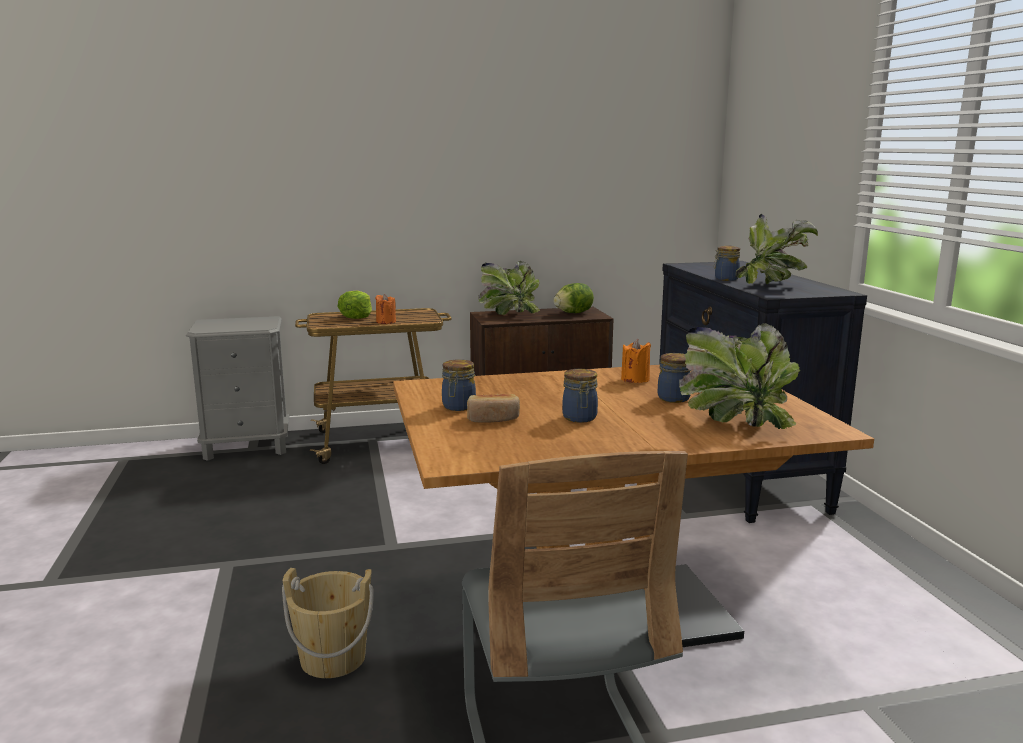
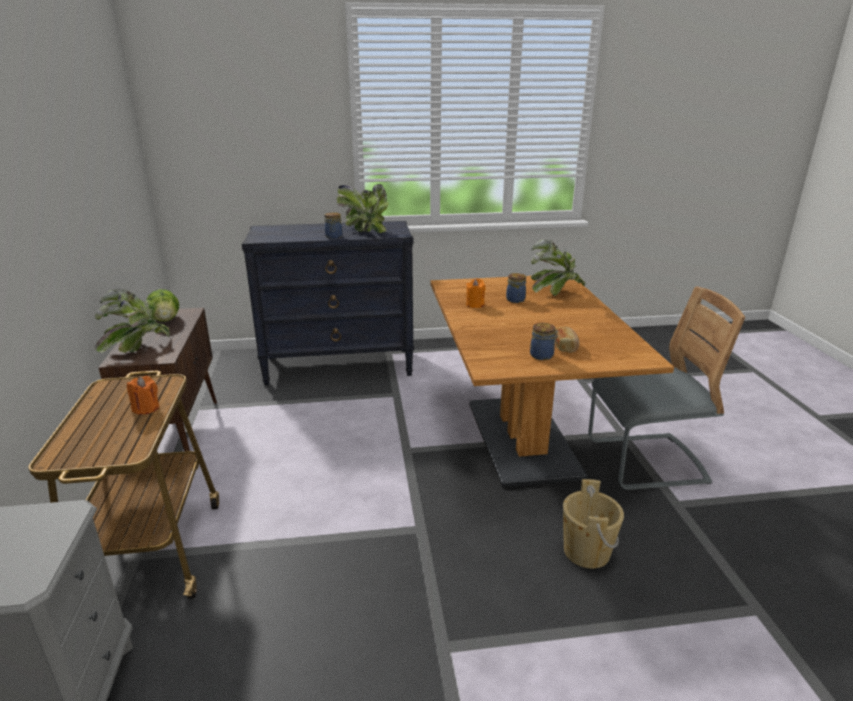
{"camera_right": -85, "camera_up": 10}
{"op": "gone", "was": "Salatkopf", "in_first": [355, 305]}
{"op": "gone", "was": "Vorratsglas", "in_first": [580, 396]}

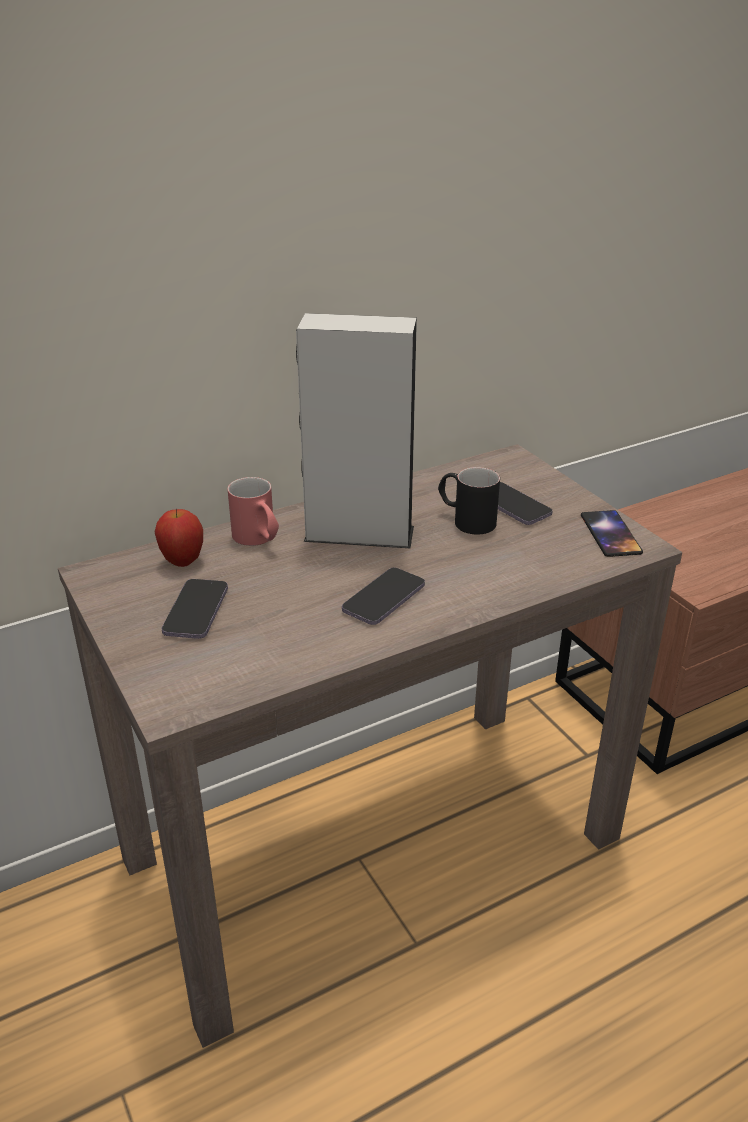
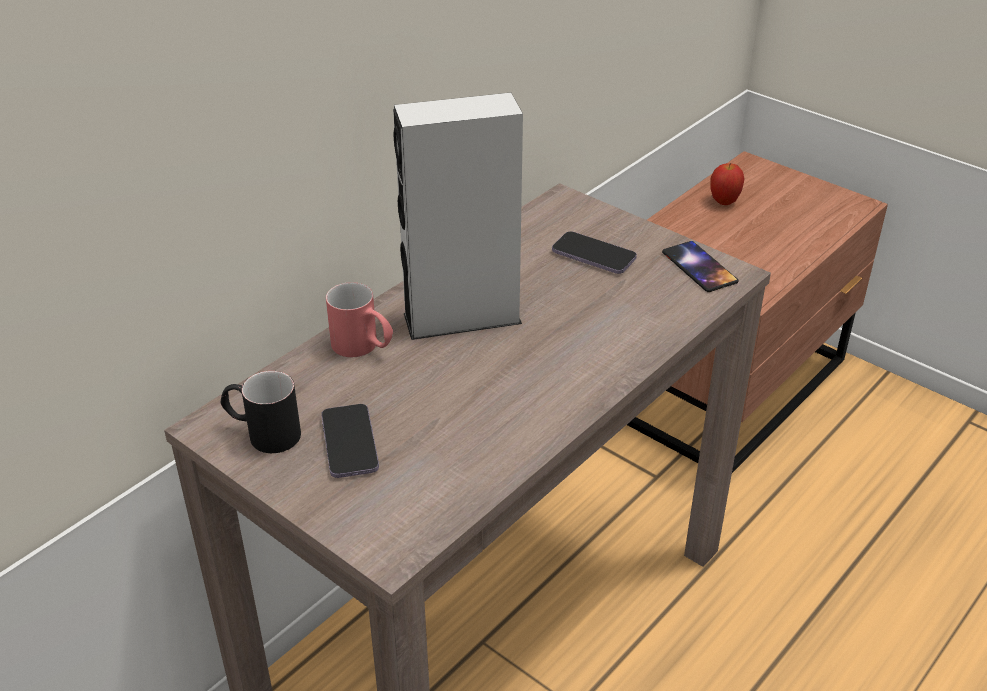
{"camera_right": -20, "camera_up": 5}
{"op": "shifted", "was": "Apfel", "in_first": [178, 538], "in_second": [727, 184]}
{"op": "gone", "was": "Handy", "in_first": [383, 596]}
{"op": "shifted", "was": "Henkelbecher [schwarz]", "in_first": [469, 501], "in_second": [261, 412]}

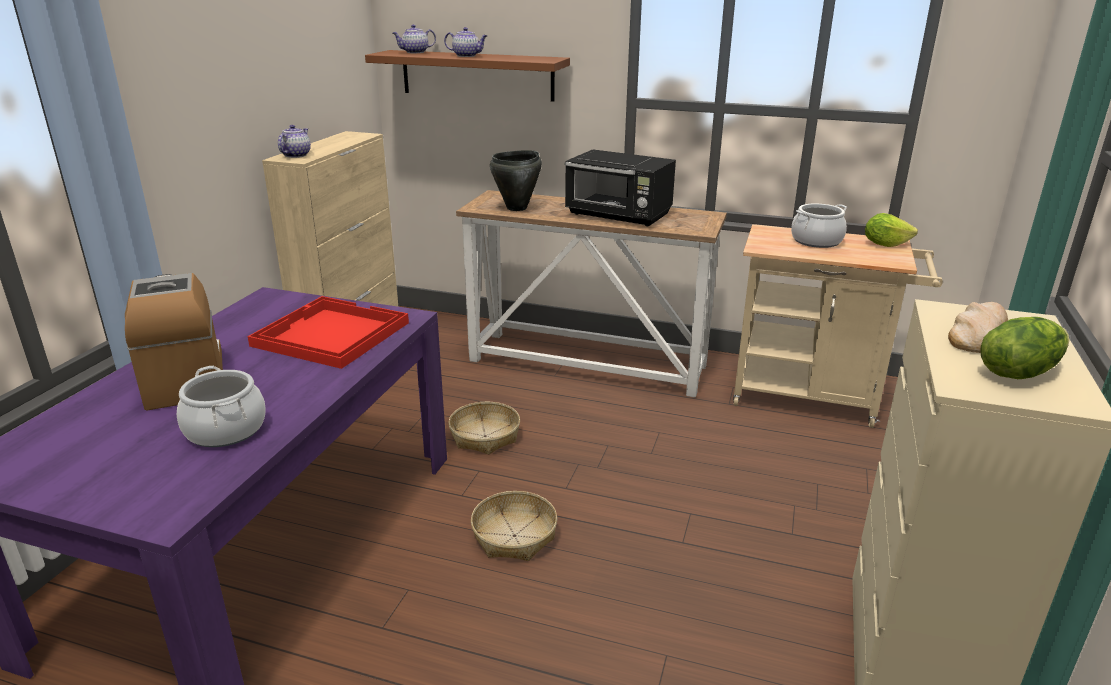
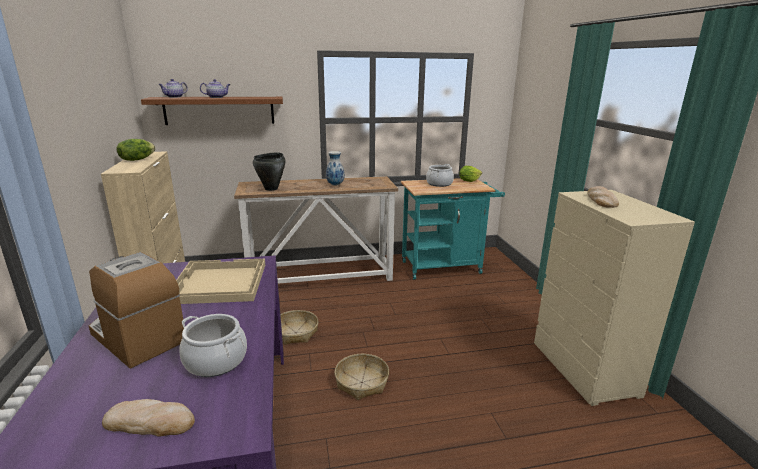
{"camera_right": -30, "camera_up": -5}
{"op": "repainted", "was": "Tablett [rot]", "now": "Tablett [beige]", "in_first": [328, 332], "in_second": [220, 281]}
{"op": "gone", "was": "Teekanne", "in_first": [294, 141]}
{"op": "swapped", "was": "Mikrowelle [schwarz]", "now": "Vase", "in_first": [620, 188], "in_second": [335, 168]}
{"op": "repainted", "was": "Rollwagen [beige]", "now": "Rollwagen [türkis]", "in_first": [838, 326], "in_second": [453, 229]}
{"op": "shifted", "was": "Salatkopf", "in_first": [1024, 348], "in_second": [136, 150]}
{"op": "new", "now": "Brot", "in_second": [148, 418]}

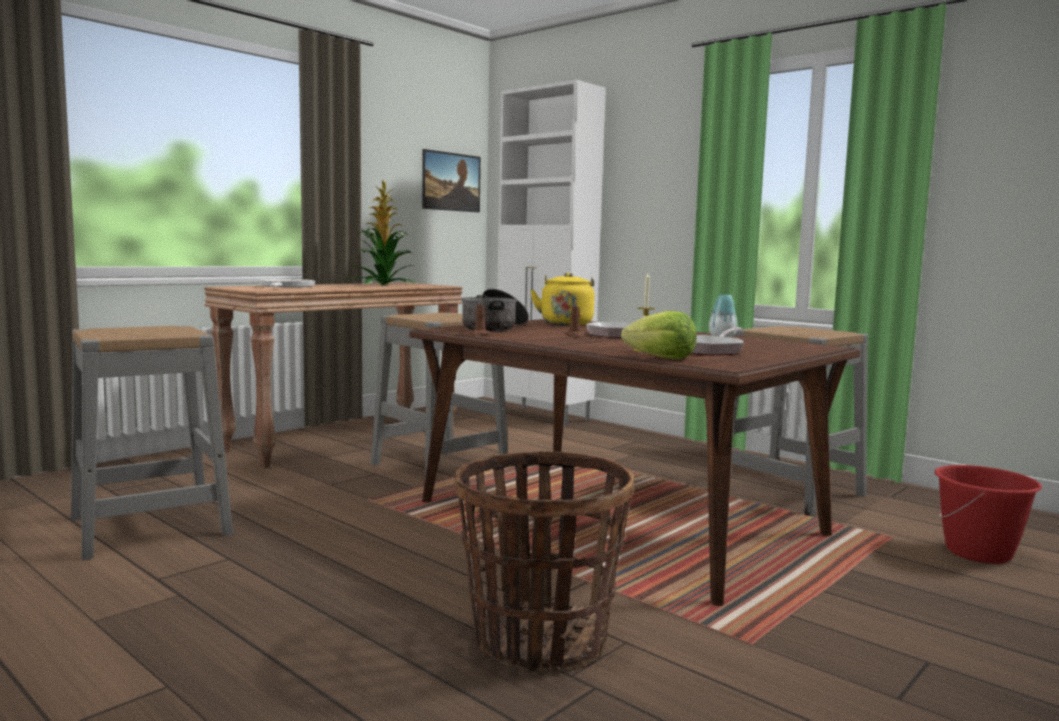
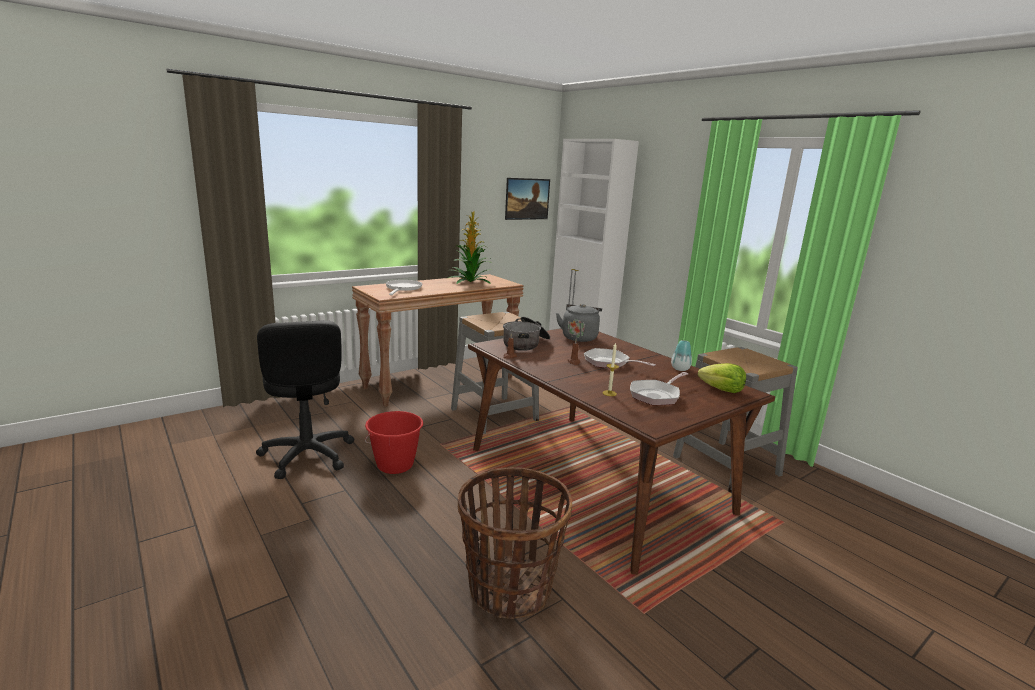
{"camera_right": 10, "camera_up": 10}
{"op": "swapped", "was": "Hocker [grau]", "now": "Bürostuhl [schwarz]", "in_first": [152, 443], "in_second": [305, 399]}
{"op": "repainted", "was": "Wasserkessel [gelb]", "now": "Wasserkessel [grau]", "in_first": [562, 299], "in_second": [579, 323]}
{"op": "shifted", "was": "Salatkopf", "in_first": [658, 335], "in_second": [722, 378]}
{"op": "shifted", "was": "Eimer [rot]", "in_first": [988, 514], "in_second": [394, 442]}

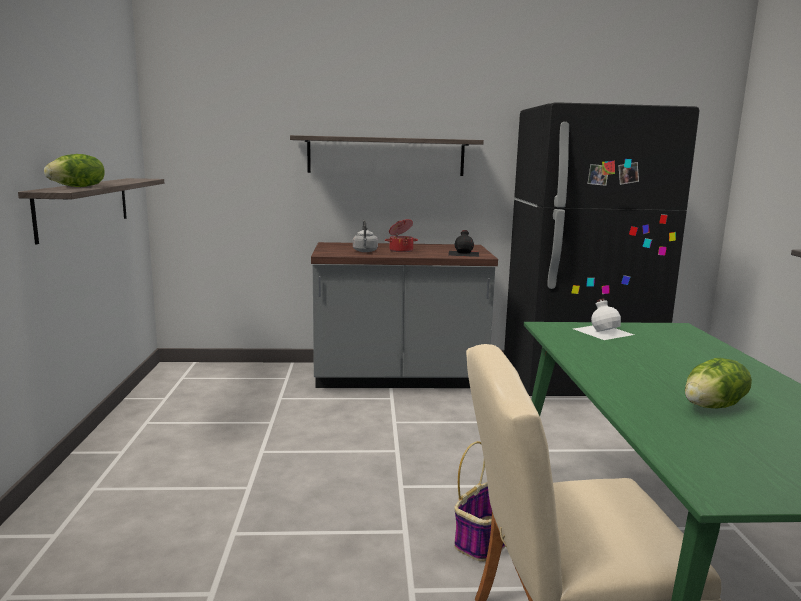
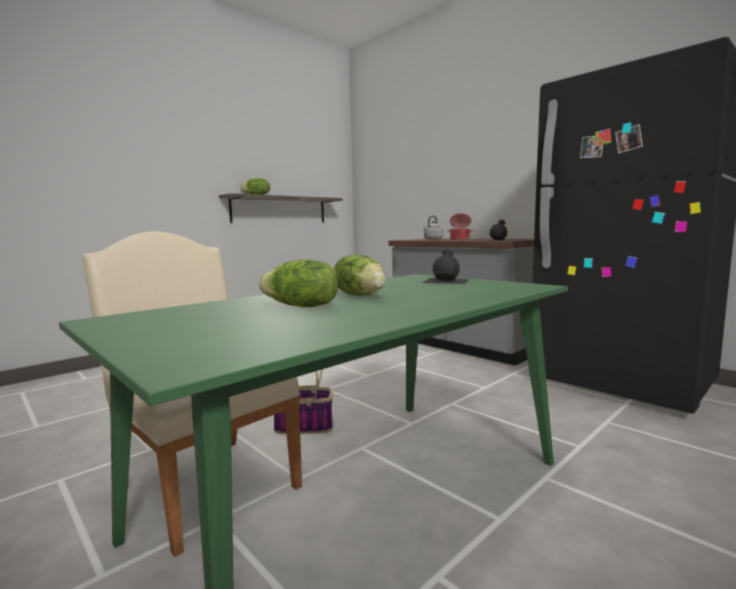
{"camera_right": 50, "camera_up": -5}
{"op": "gone", "was": "Wandregal", "in_first": [387, 155]}
{"op": "repainted", "was": "Flasche [weiß]", "now": "Flasche [schwarz]", "in_first": [604, 319], "in_second": [446, 266]}
{"op": "new", "now": "Salatkopf", "in_second": [360, 275]}

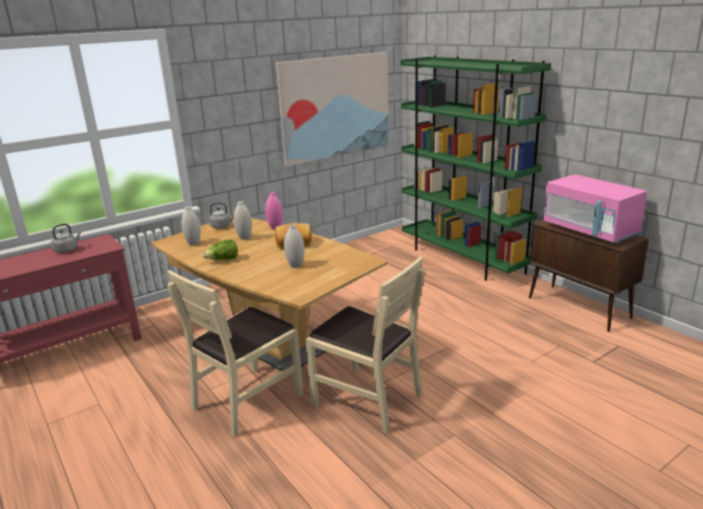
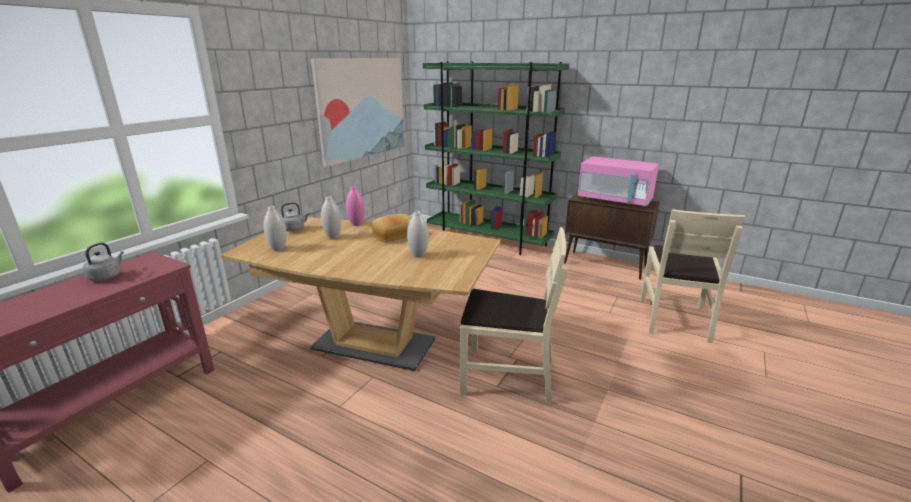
{"camera_right": -25, "camera_up": 0}
{"op": "shifted", "was": "Stuhl [beige]", "in_first": [235, 353], "in_second": [692, 276]}
{"op": "gone", "was": "Salatkopf", "in_first": [220, 249]}

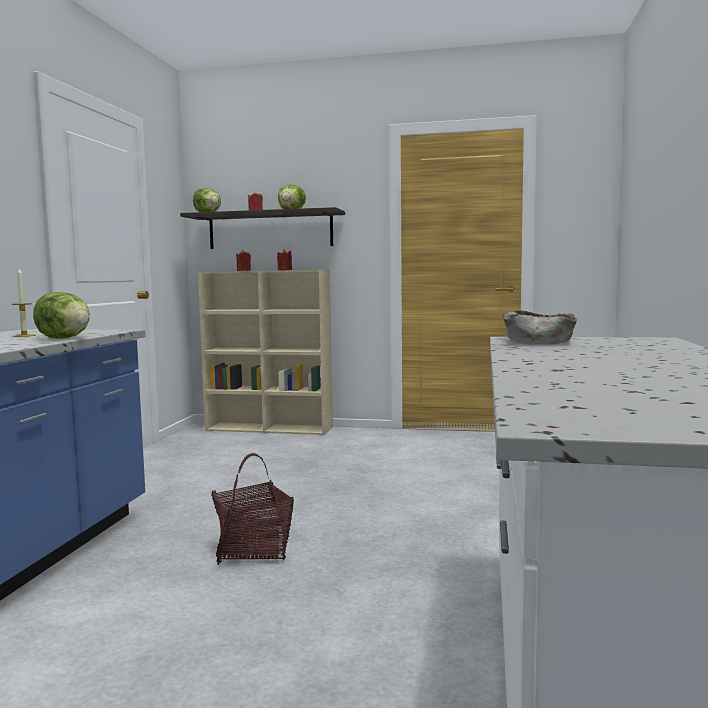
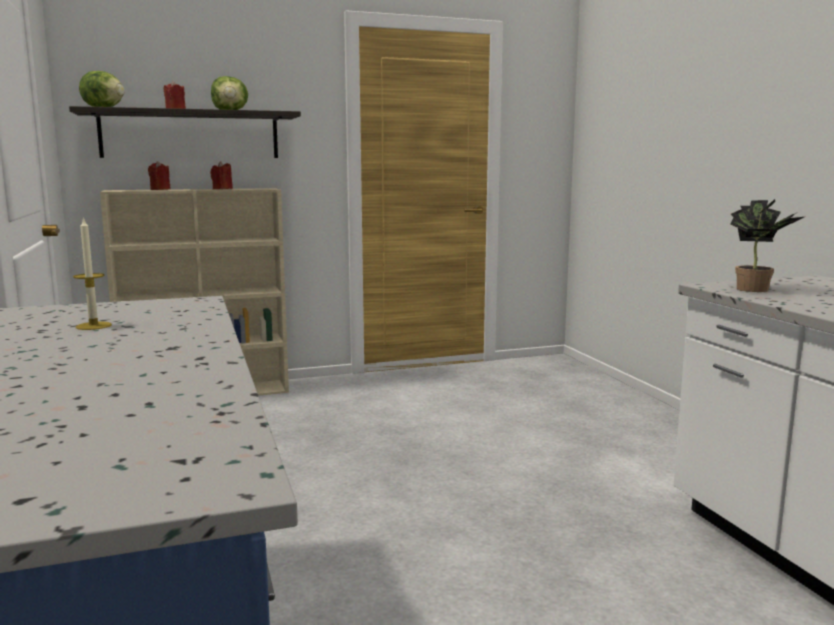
{"camera_right": -30, "camera_up": 5}
{"op": "gone", "was": "Salatkopf", "in_first": [61, 315]}
{"op": "gone", "was": "Korb", "in_first": [252, 509]}
{"op": "swapped", "was": "Schüssel [beige]", "now": "Topfpflanze", "in_first": [540, 327], "in_second": [767, 245]}

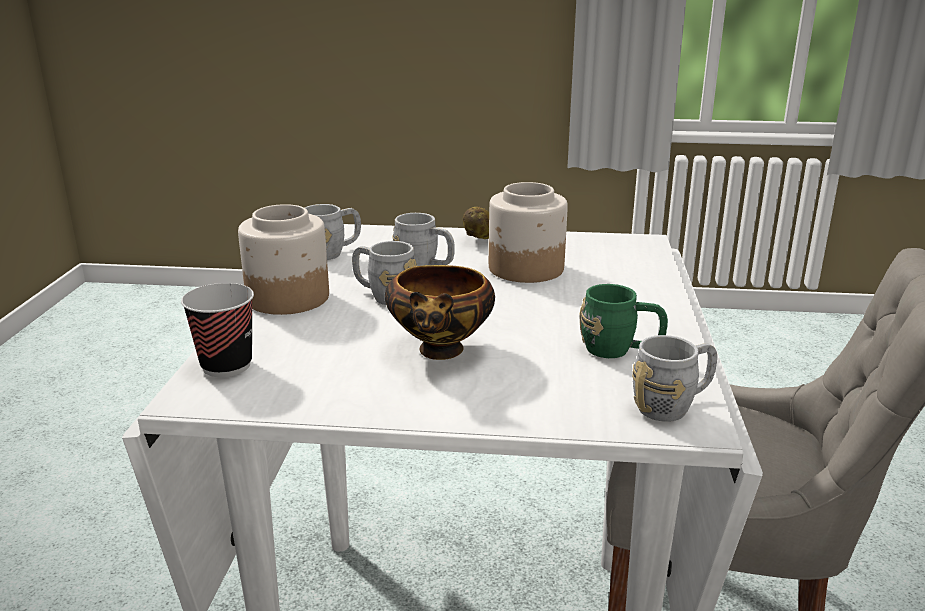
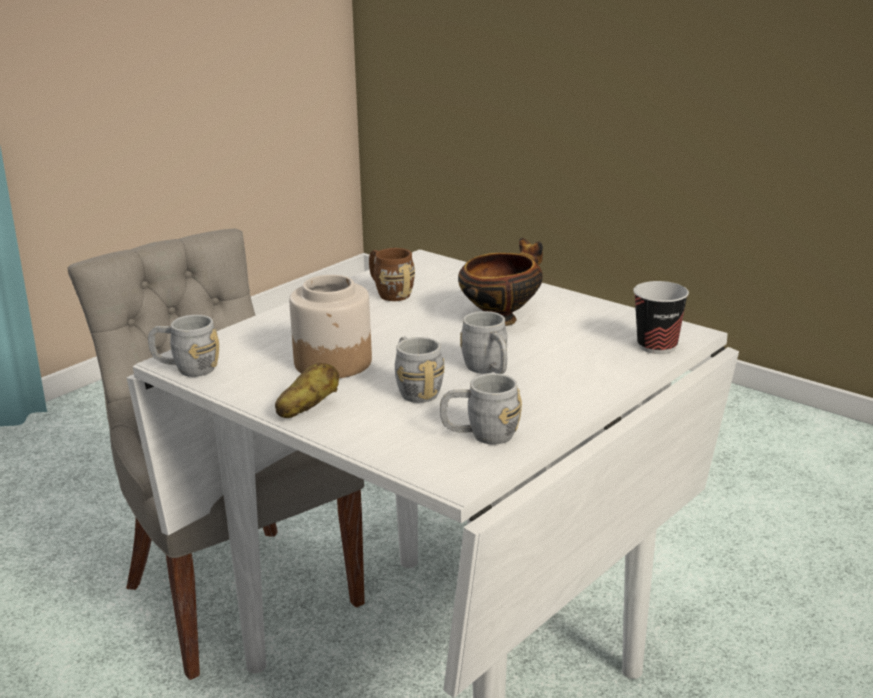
{"camera_right": -145, "camera_up": 0}
{"op": "gone", "was": "Vorratsglas", "in_first": [283, 259]}
{"op": "repainted", "was": "Henkelbecher [grün]", "now": "Henkelbecher [braun]", "in_first": [624, 321], "in_second": [392, 274]}
{"op": "shifted", "was": "Henkelbecher [grau]", "in_first": [674, 378], "in_second": [183, 346]}

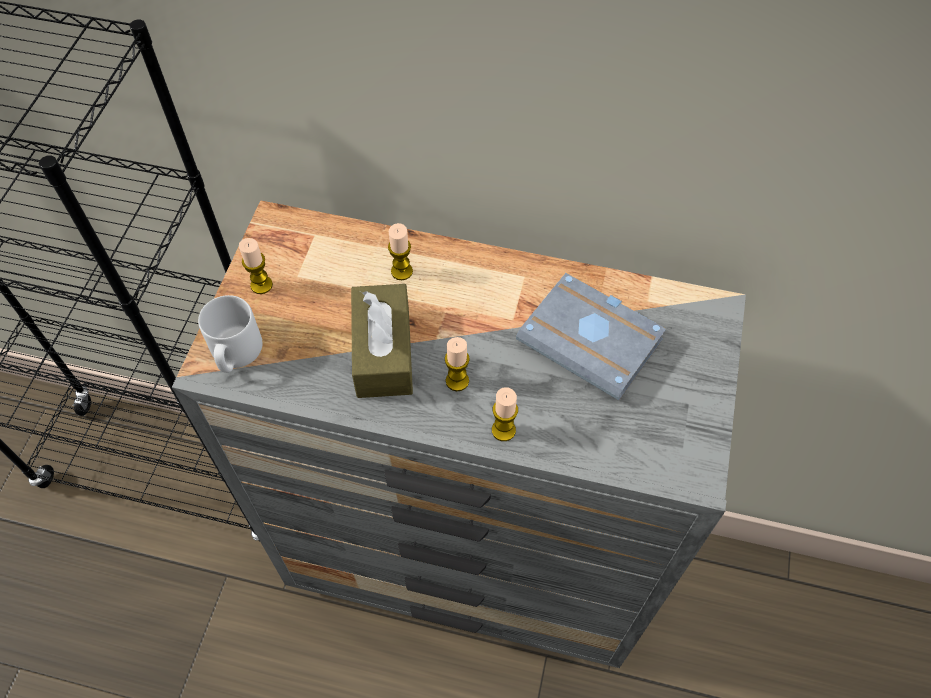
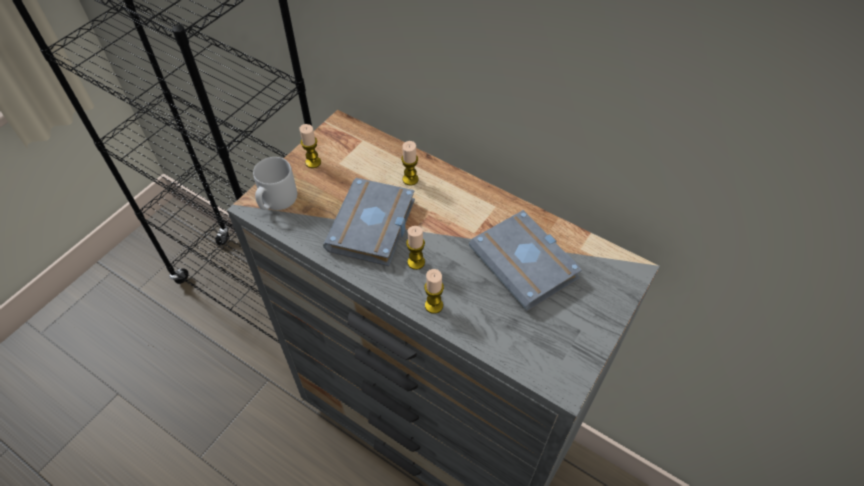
{"camera_right": 20, "camera_up": -5}
{"op": "swapped", "was": "Taschentuchbox [braun]", "now": "Buch [grau]", "in_first": [382, 341], "in_second": [369, 222]}

